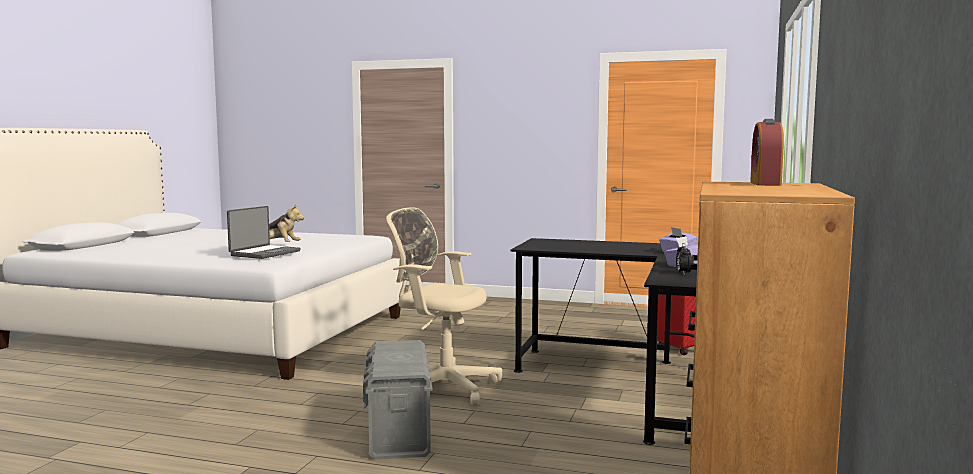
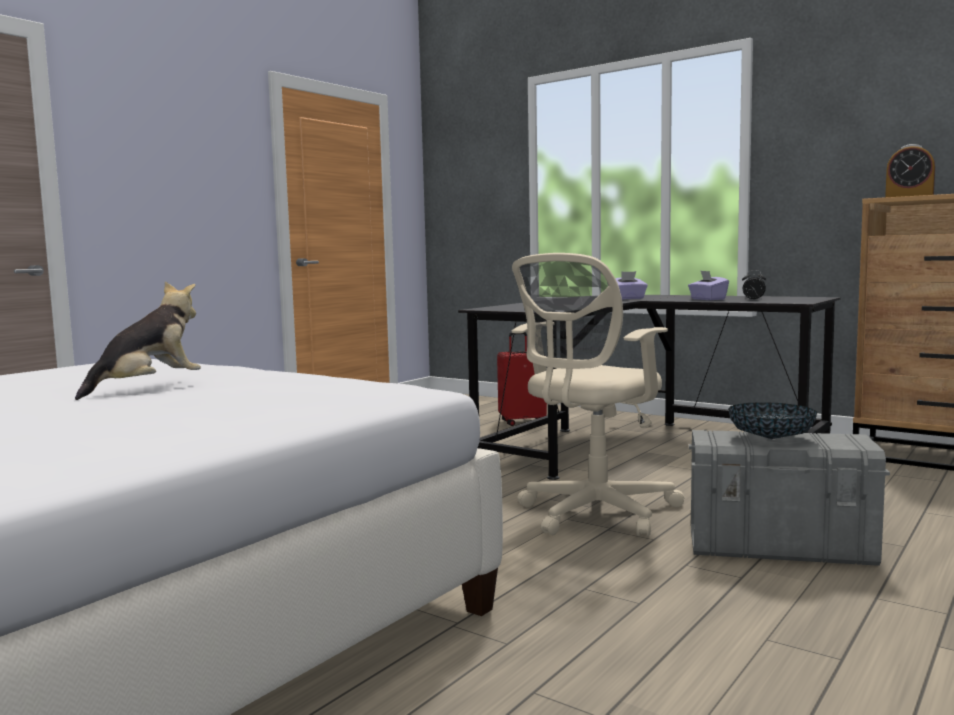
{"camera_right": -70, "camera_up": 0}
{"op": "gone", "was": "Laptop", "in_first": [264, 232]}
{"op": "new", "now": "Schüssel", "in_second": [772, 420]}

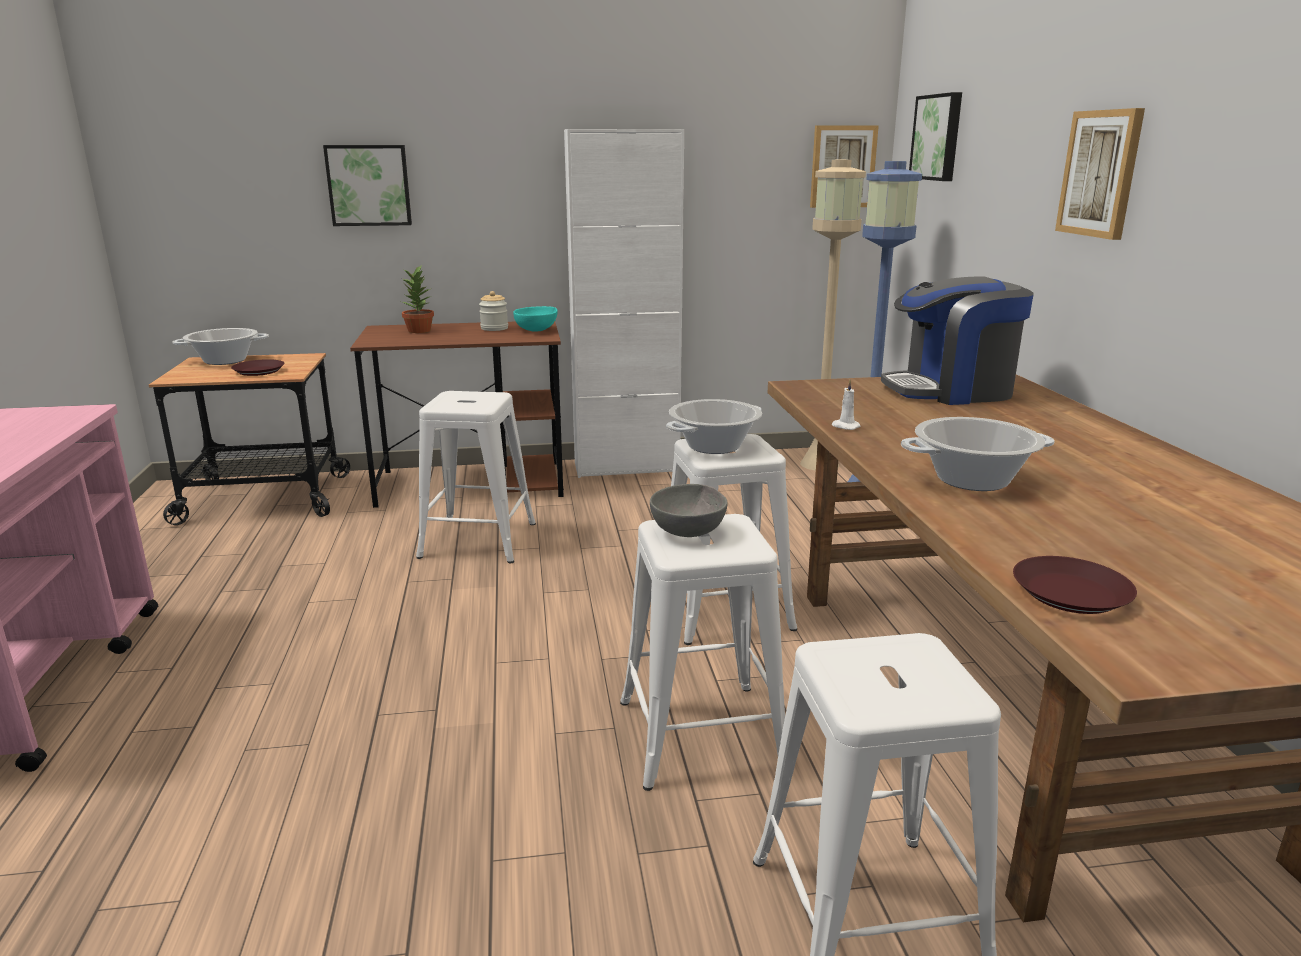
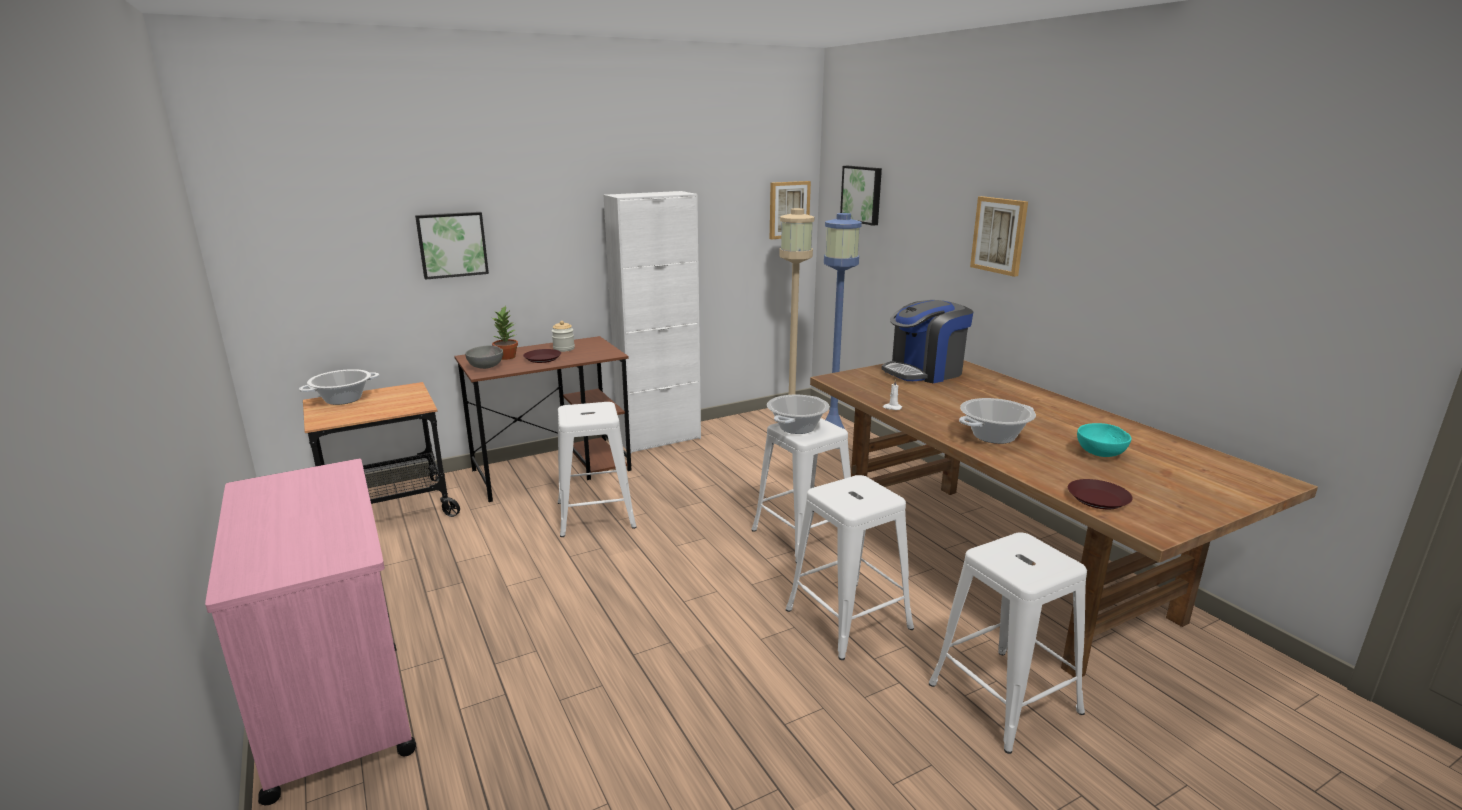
{"camera_right": -20, "camera_up": 0}
{"op": "shifted", "was": "Teller [braun]", "in_first": [257, 367], "in_second": [542, 356]}
{"op": "shifted", "was": "Schüssel [türkis]", "in_first": [535, 318], "in_second": [1104, 440]}
{"op": "shifted", "was": "Schüssel [grau]", "in_first": [689, 510], "in_second": [484, 357]}

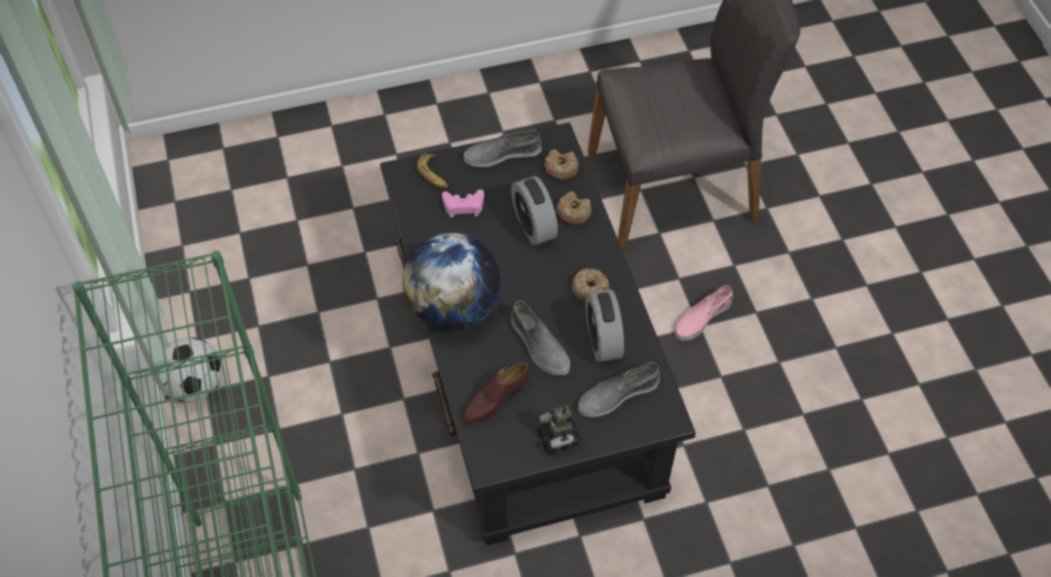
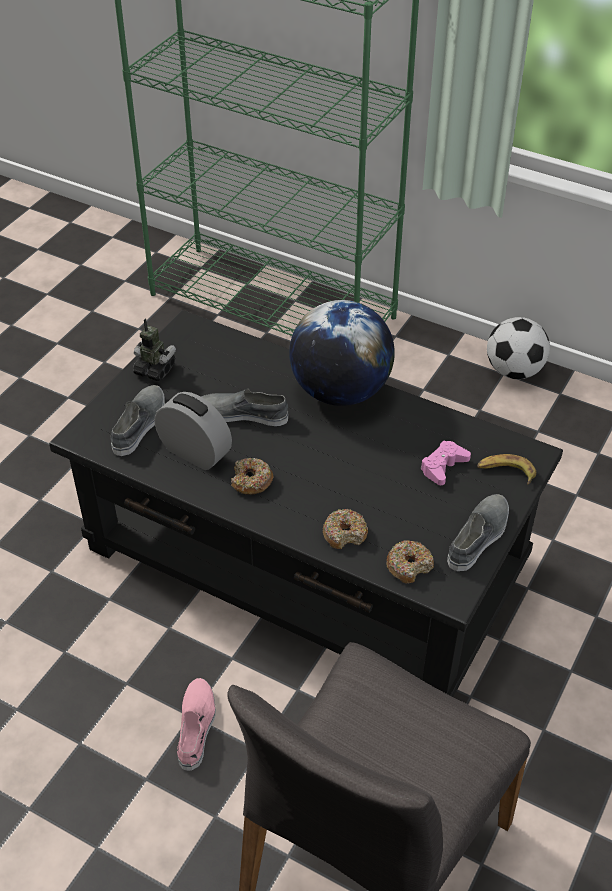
{"camera_right": 135, "camera_up": -10}
{"op": "gone", "was": "Schuh [braun]", "in_first": [496, 393]}
{"op": "gone", "was": "Wecker", "in_first": [534, 210]}

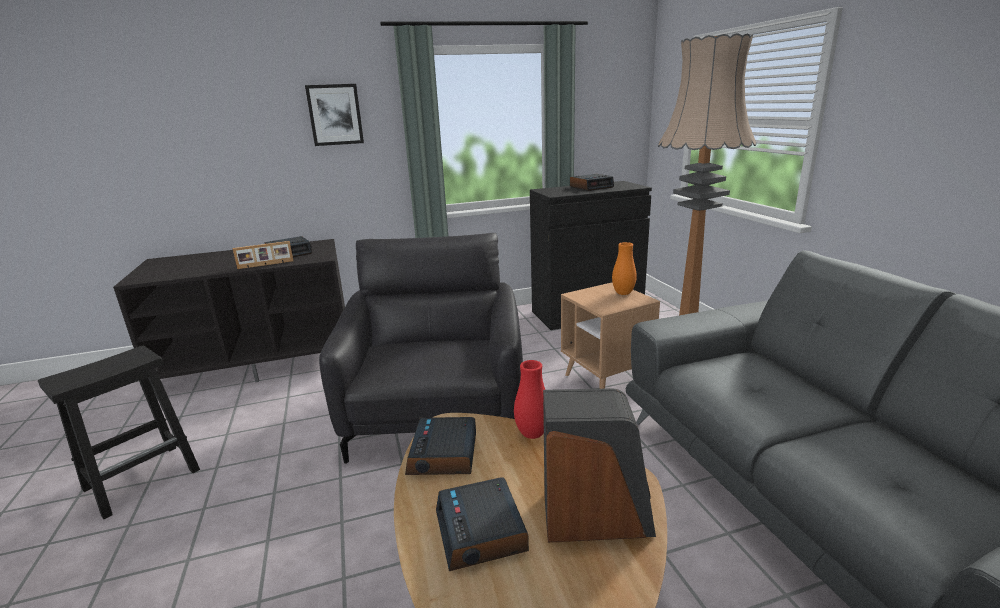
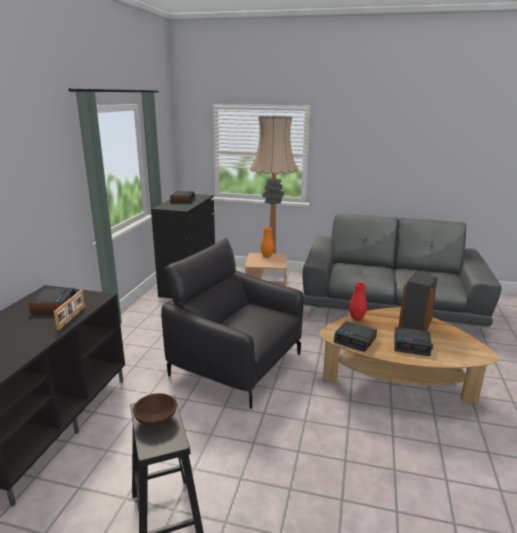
{"camera_right": -60, "camera_up": 0}
{"op": "gone", "was": "Bild", "in_first": [334, 115]}
{"op": "new", "now": "Schüssel [braun]", "in_second": [155, 409]}

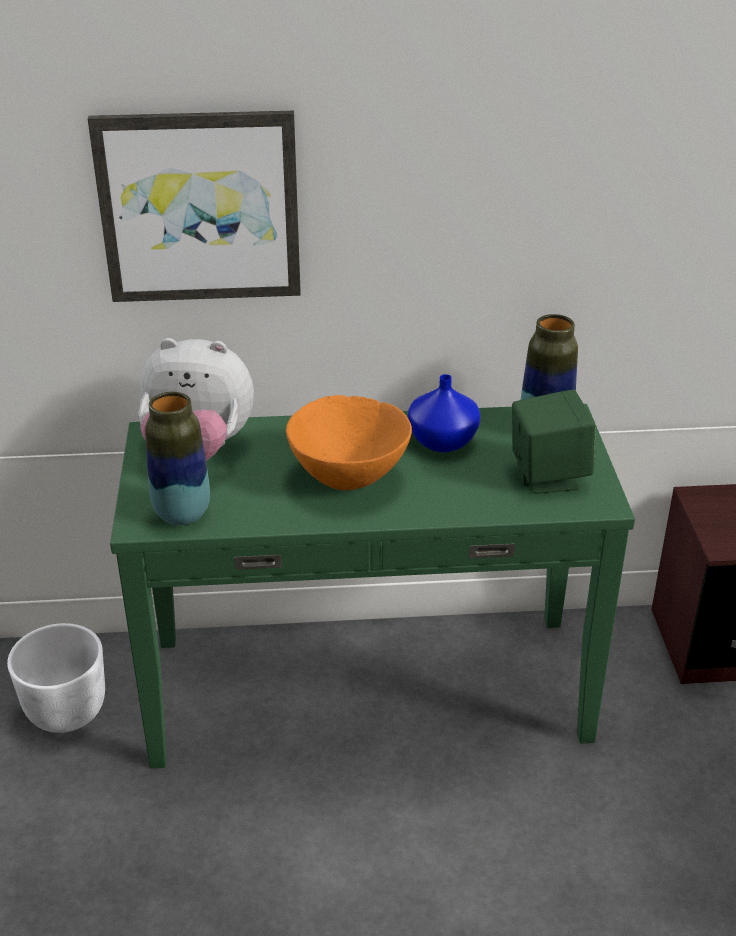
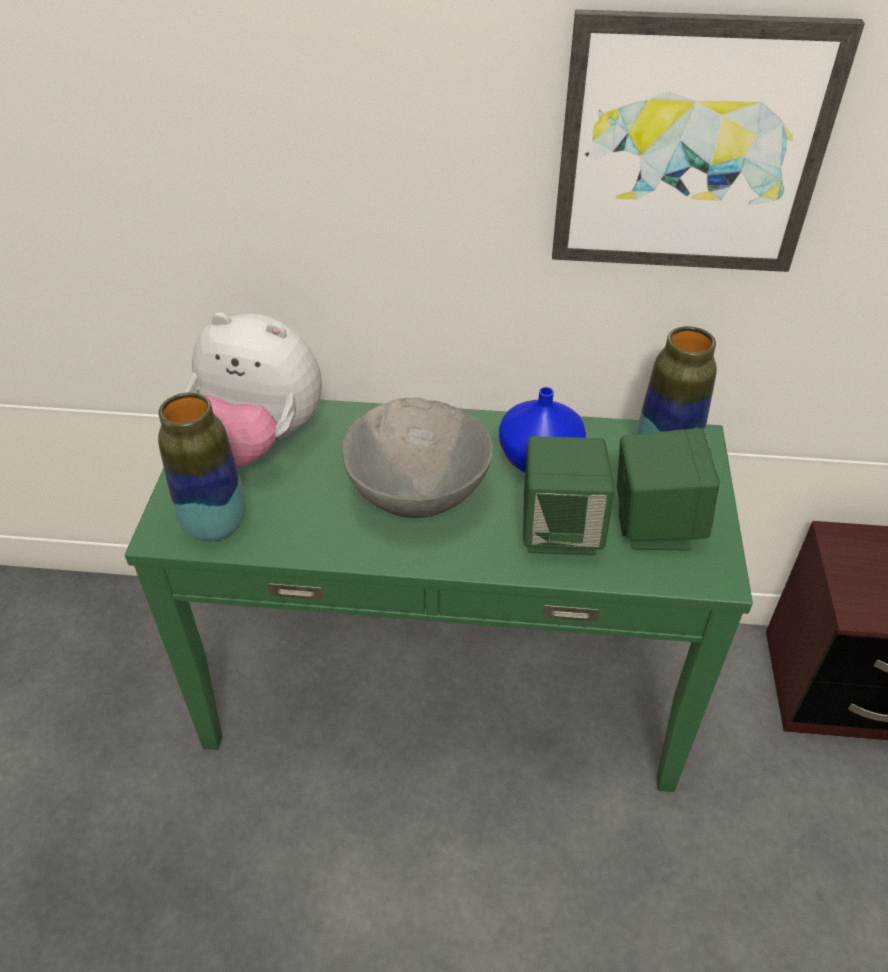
{"camera_right": 10, "camera_up": 10}
{"op": "gone", "was": "Pflanzkübel [weiß]", "in_first": [56, 678]}
{"op": "shifted", "was": "Bild", "in_first": [194, 206], "in_second": [708, 140]}
{"op": "repainted", "was": "Schüssel [orange]", "now": "Schüssel [grau]", "in_first": [349, 443], "in_second": [417, 458]}
{"op": "new", "now": "Lautsprecher [grün]", "in_second": [569, 495]}

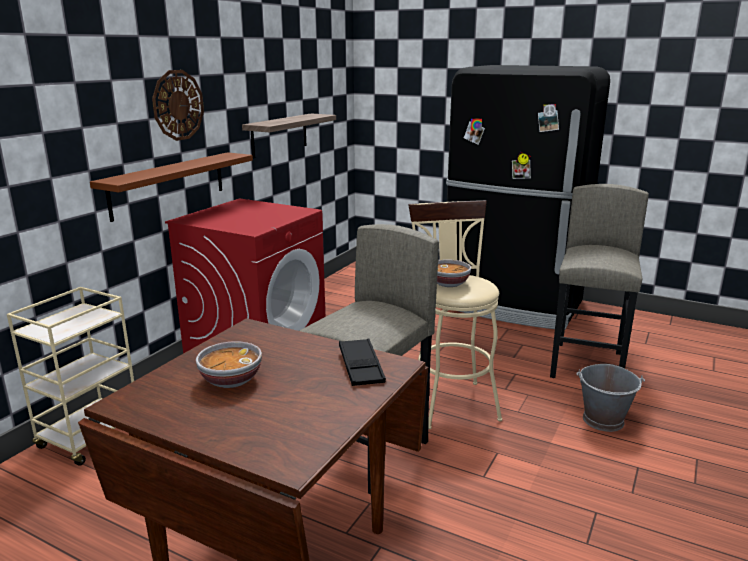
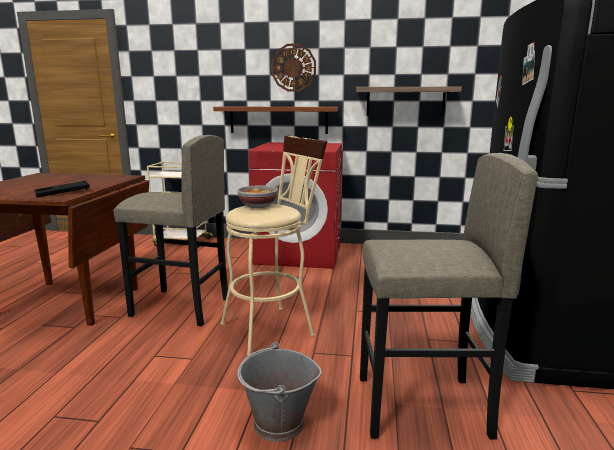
{"camera_right": 70, "camera_up": -5}
{"op": "gone", "was": "Schüssel", "in_first": [229, 364]}

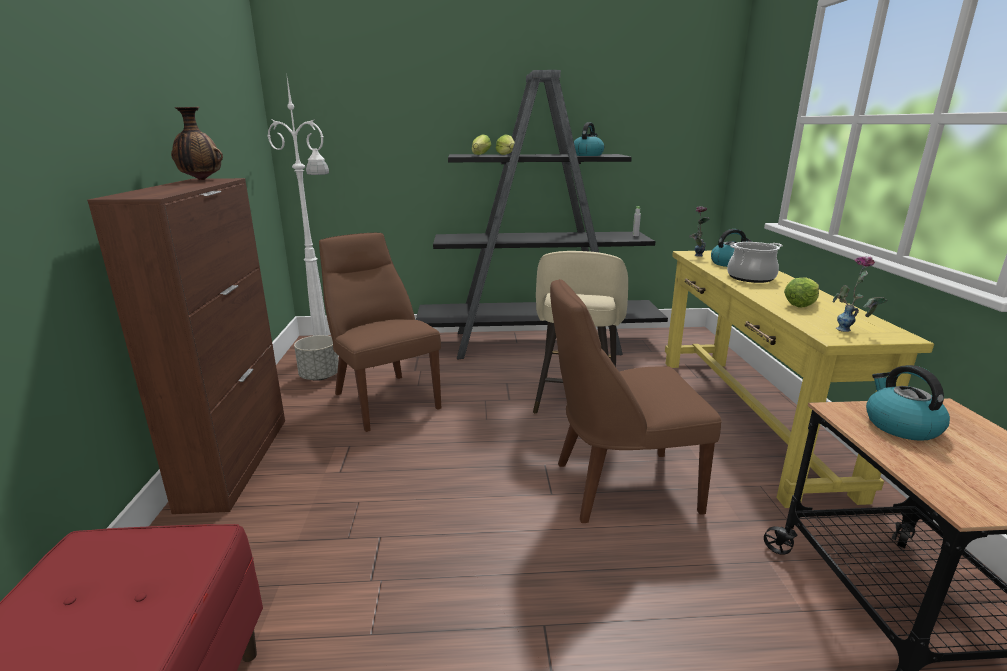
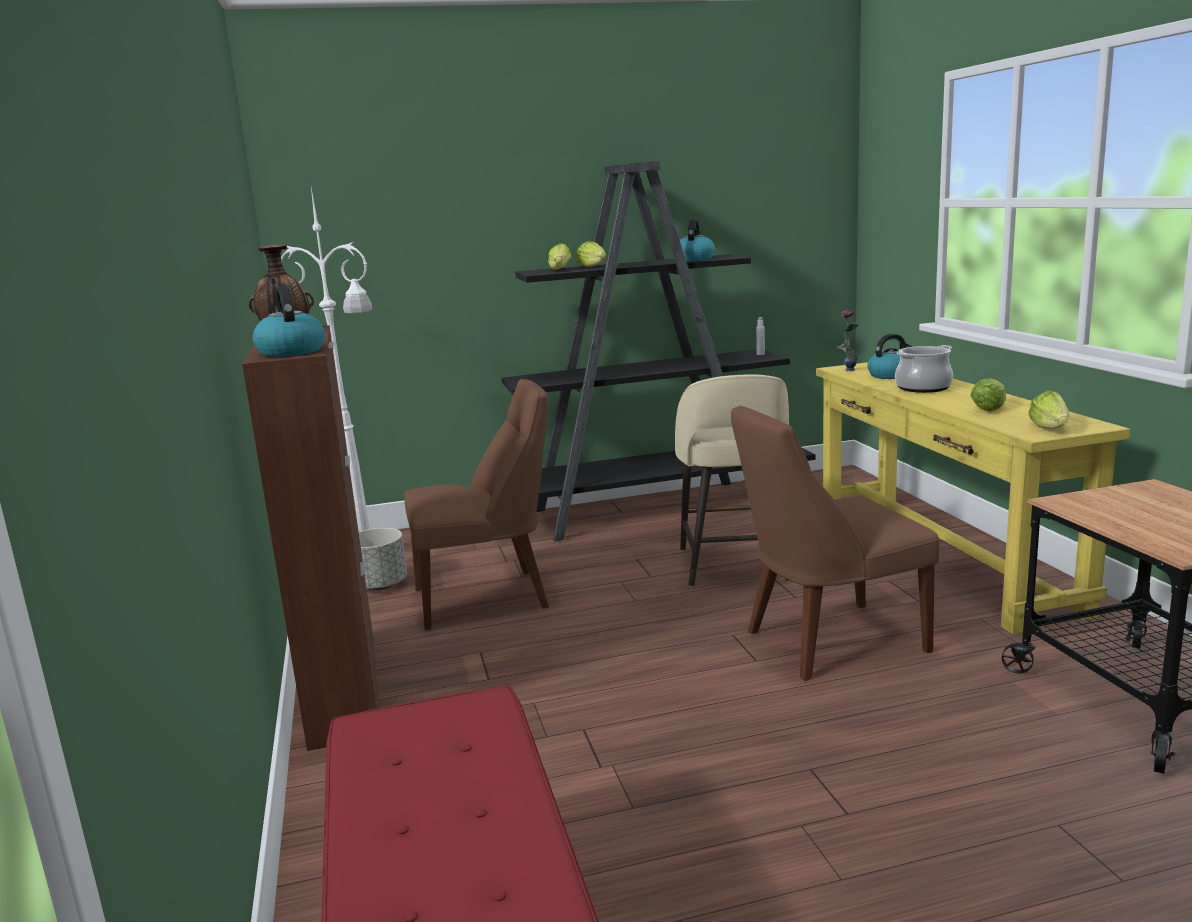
{"camera_right": -10, "camera_up": -5}
{"op": "rotated", "was": "Stuhl [braun]", "in_first": [380, 332], "in_second": [476, 504], "clockwise": 120}
{"op": "swapped", "was": "Vase", "now": "Salatkopf", "in_first": [859, 294], "in_second": [1048, 409]}
{"op": "shifted", "was": "Wasserkessel", "in_first": [908, 403], "in_second": [289, 321]}

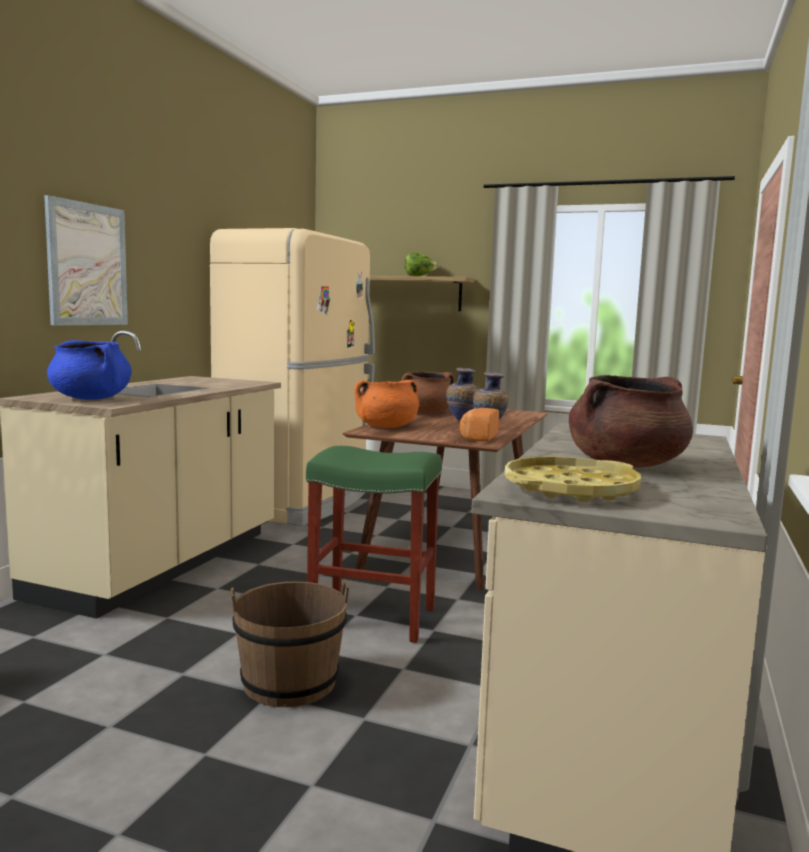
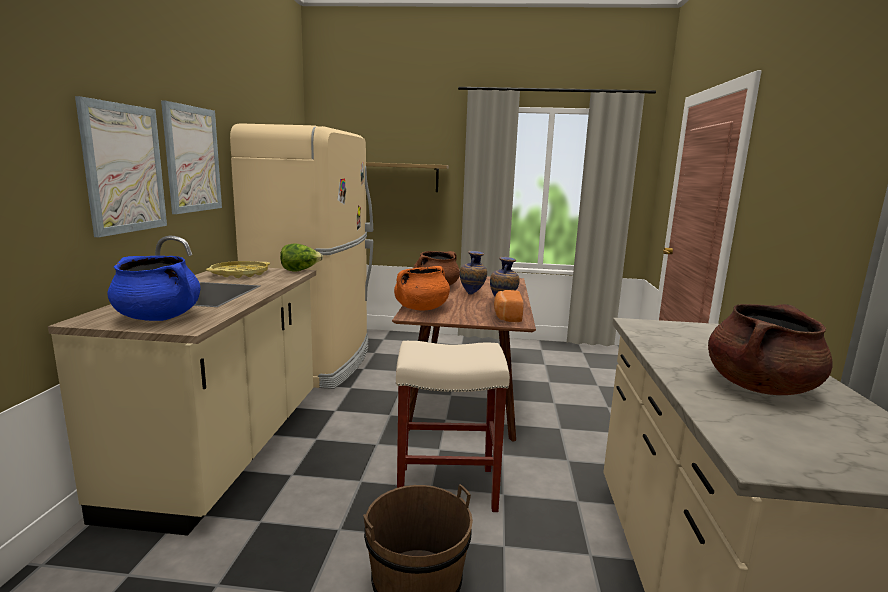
{"camera_right": -15, "camera_up": 5}
{"op": "repainted", "was": "Hocker [grün]", "now": "Hocker [beige]", "in_first": [374, 544], "in_second": [453, 426]}
{"op": "shifted", "was": "Salatkopf", "in_first": [421, 264], "in_second": [301, 257]}
{"op": "shifted", "was": "Tablett [gelb]", "in_first": [573, 479], "in_second": [238, 269]}
{"op": "new", "now": "Bild", "in_second": [191, 157]}

